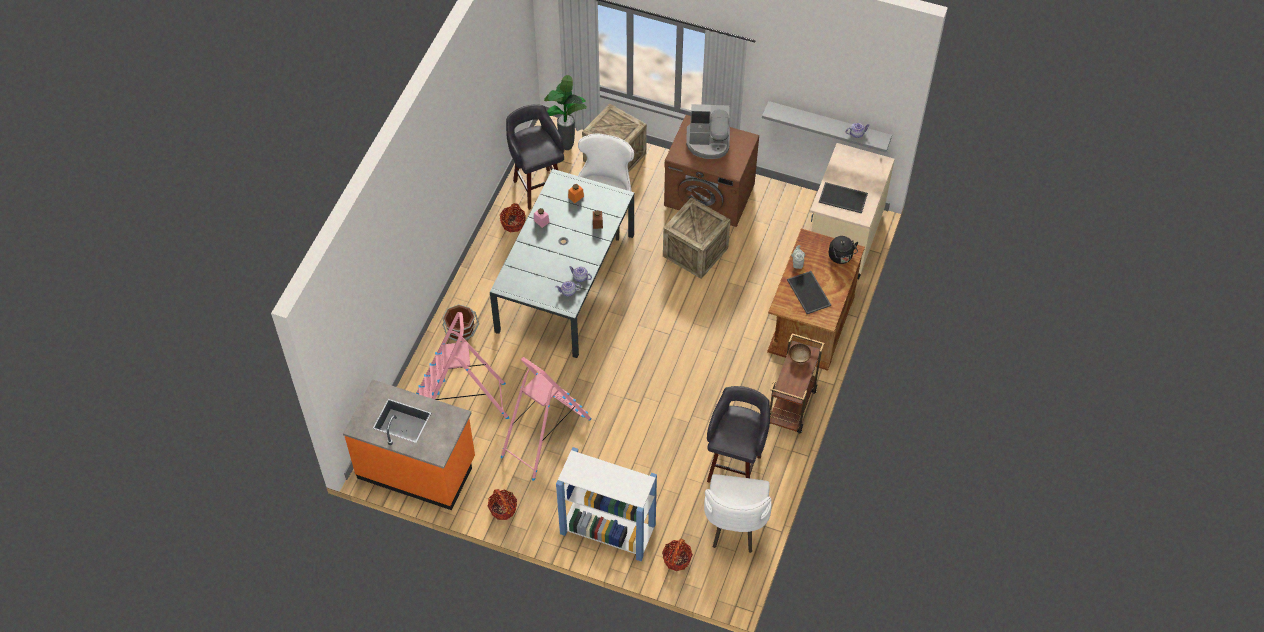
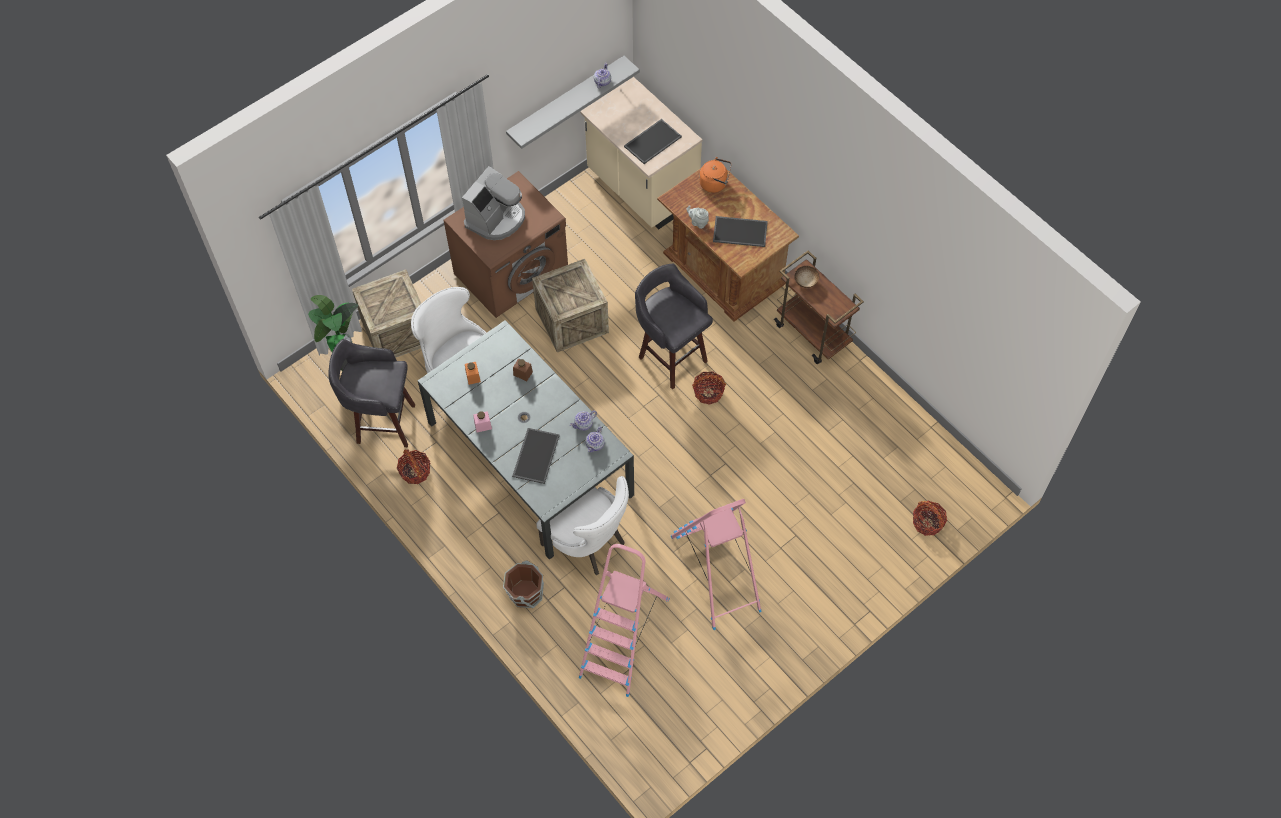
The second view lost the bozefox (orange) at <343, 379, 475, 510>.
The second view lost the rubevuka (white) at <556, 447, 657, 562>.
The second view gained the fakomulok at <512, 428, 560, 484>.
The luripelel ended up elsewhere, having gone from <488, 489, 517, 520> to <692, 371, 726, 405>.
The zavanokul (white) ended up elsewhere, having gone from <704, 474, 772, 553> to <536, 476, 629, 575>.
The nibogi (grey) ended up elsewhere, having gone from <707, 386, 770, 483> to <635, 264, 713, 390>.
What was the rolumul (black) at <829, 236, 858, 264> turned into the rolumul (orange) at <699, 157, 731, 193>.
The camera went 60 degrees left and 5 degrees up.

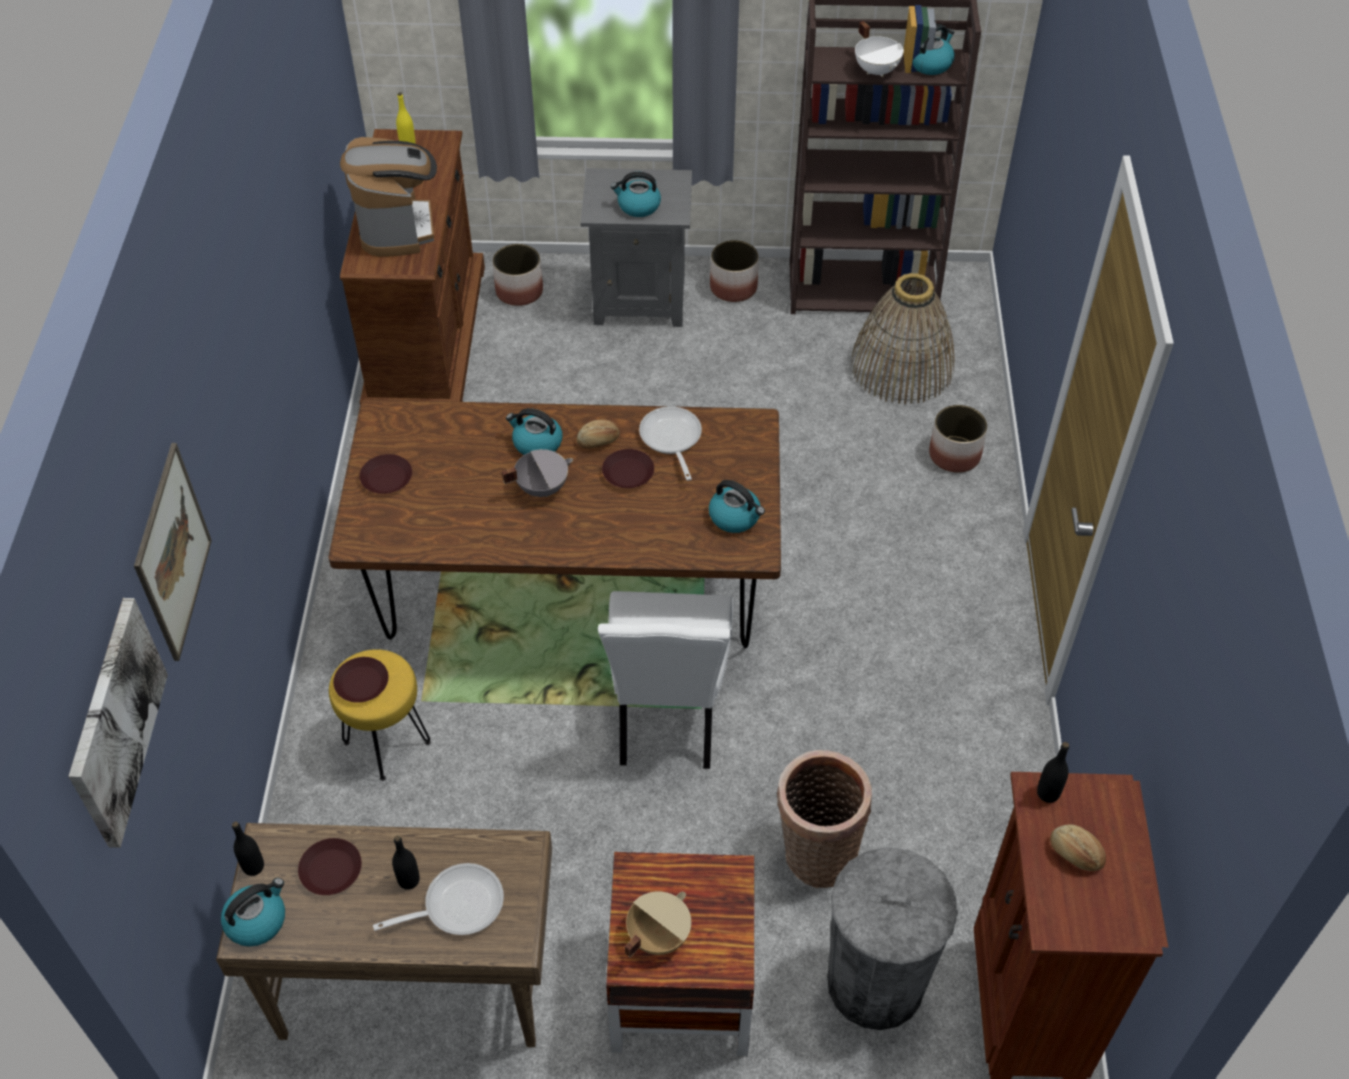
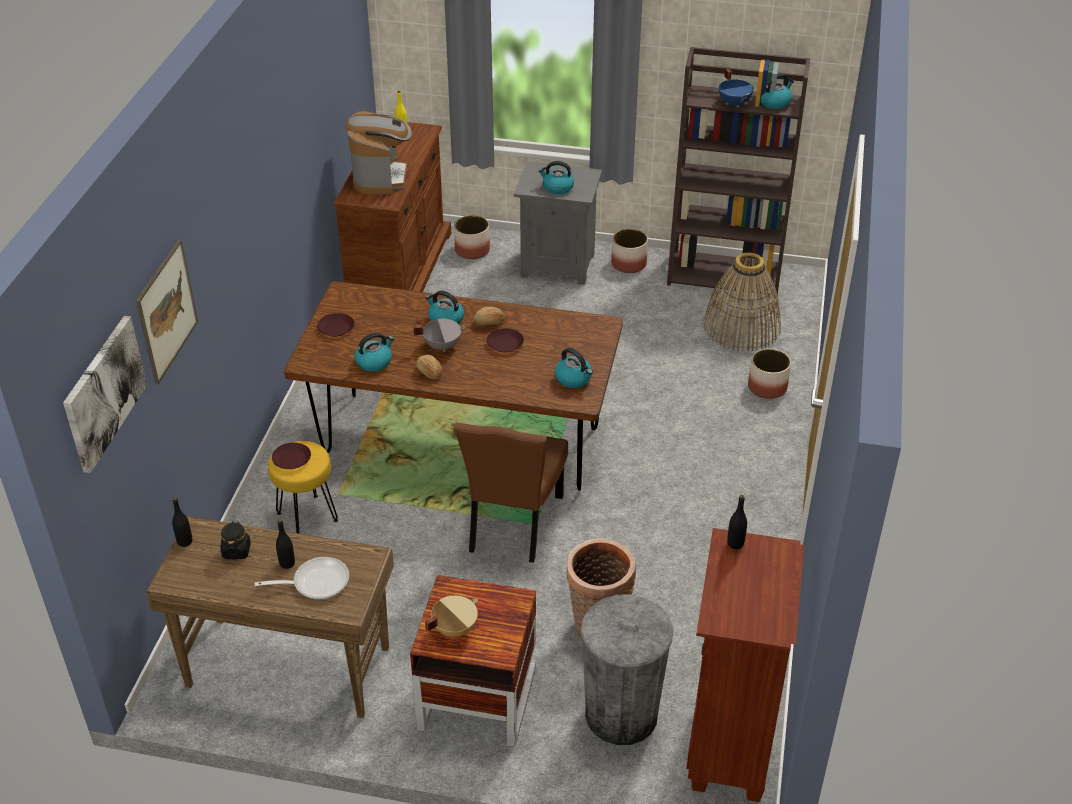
The second view lost the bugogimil at <639, 406, 702, 481>.
The rolumul ended up elsewhere, having gone from <221, 878, 285, 947> to <355, 332, 394, 372>.
The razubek ended up elsewhere, having gone from <1050, 825, 1106, 871> to <416, 355, 443, 379>.
Where the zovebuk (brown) stood at <298, 838, 362, 895>, the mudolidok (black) came to stand at <221, 522, 251, 559>.
What was the zavanokul (white) at <598, 591, 733, 769> turned into the zavanokul (brown) at <454, 423, 568, 563>.
What was the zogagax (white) at <855, 21, 904, 77> turned into the zogagax (blue) at <719, 68, 754, 107>.
The camera went 10 degrees right and 10 degrees down.

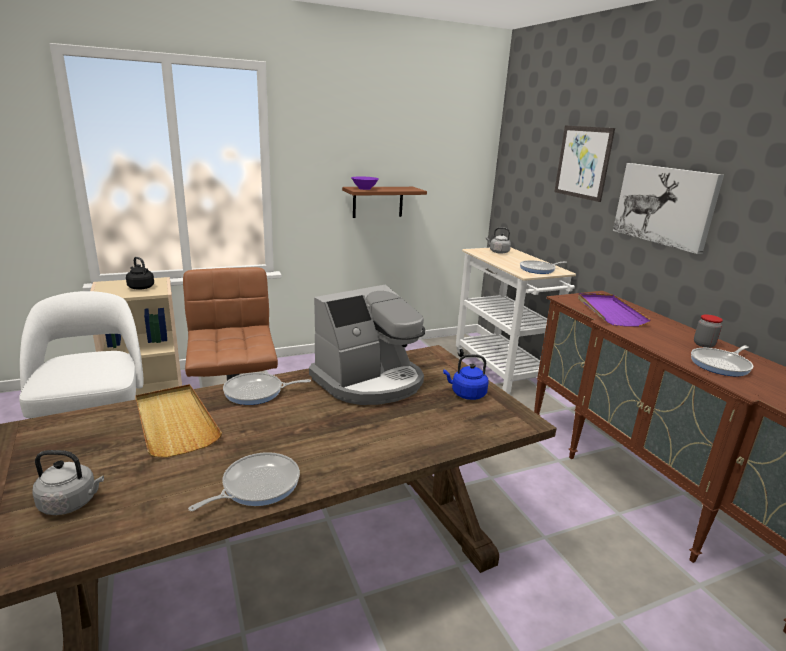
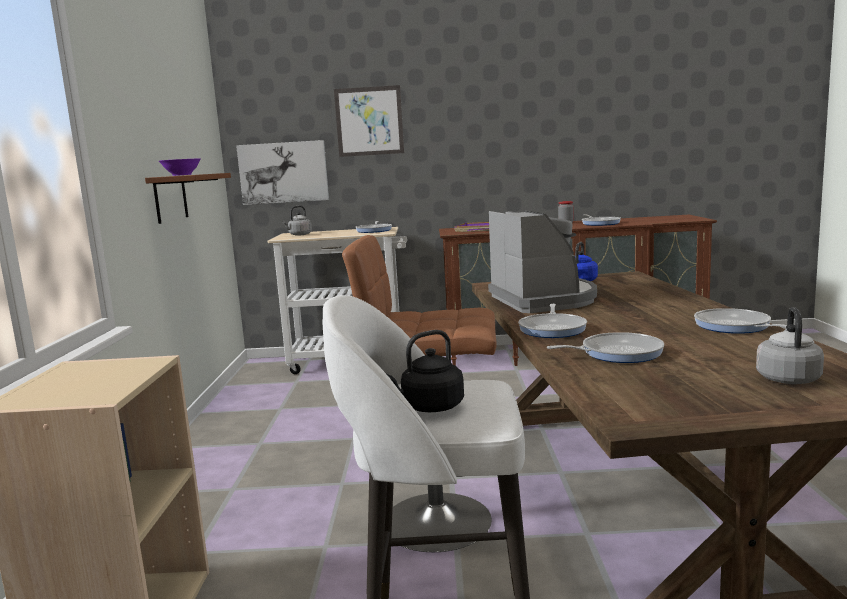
The rolumul (black) ended up elsewhere, having gone from <126, 257, 154, 290> to <387, 330, 464, 412>.
The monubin ended up elsewhere, having gone from <613, 163, 724, 254> to <236, 140, 329, 205>.
Where the fakomulok (beige) stood at <135, 384, 222, 458>, the bugogimil came to stand at <547, 332, 664, 363>.
The camera went 65 degrees left and 10 degrees down.

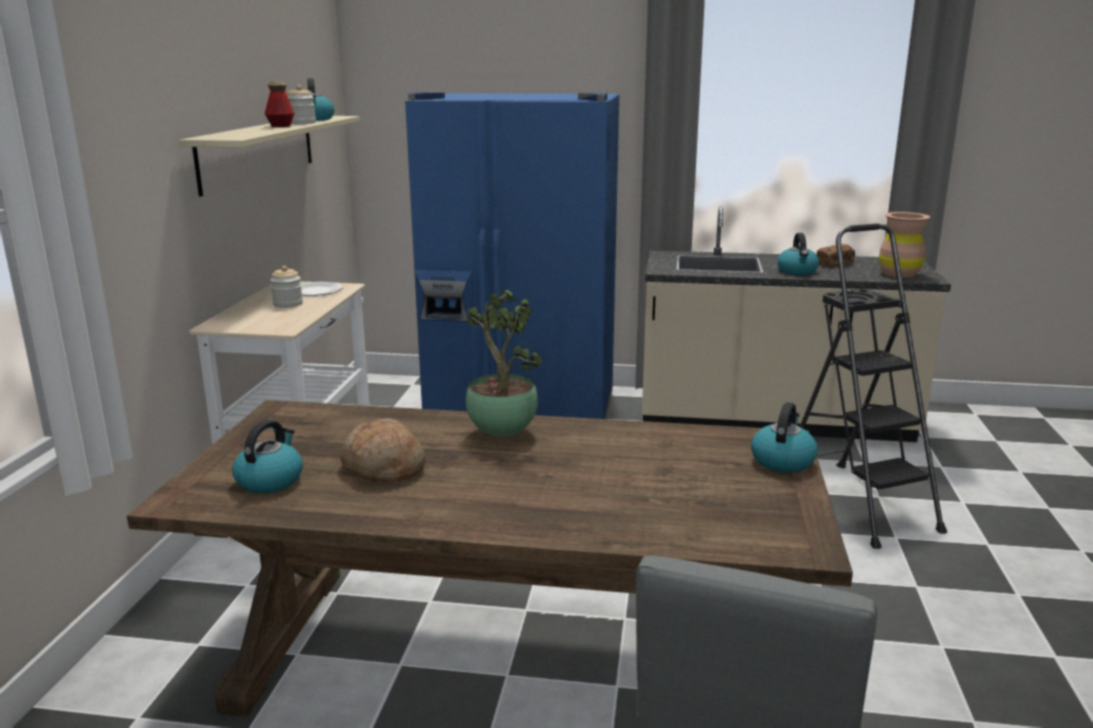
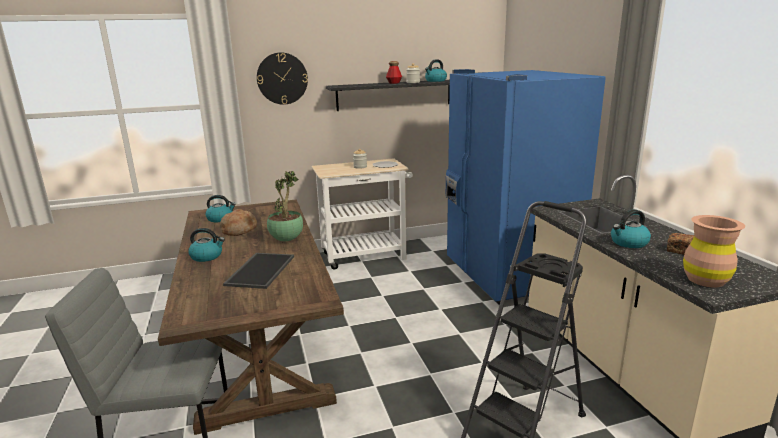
The second view gained the fakomulok at <223, 253, 294, 289>.
The second view gained the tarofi at <257, 52, 308, 105>.
The rolumul ended up elsewhere, having gone from <751, 402, 818, 473> to <188, 228, 225, 262>.
What was the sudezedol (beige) at <180, 116, 360, 196> turned into the sudezedol (black) at <326, 80, 450, 111>.
The camera went 65 degrees right and 0 degrees up.

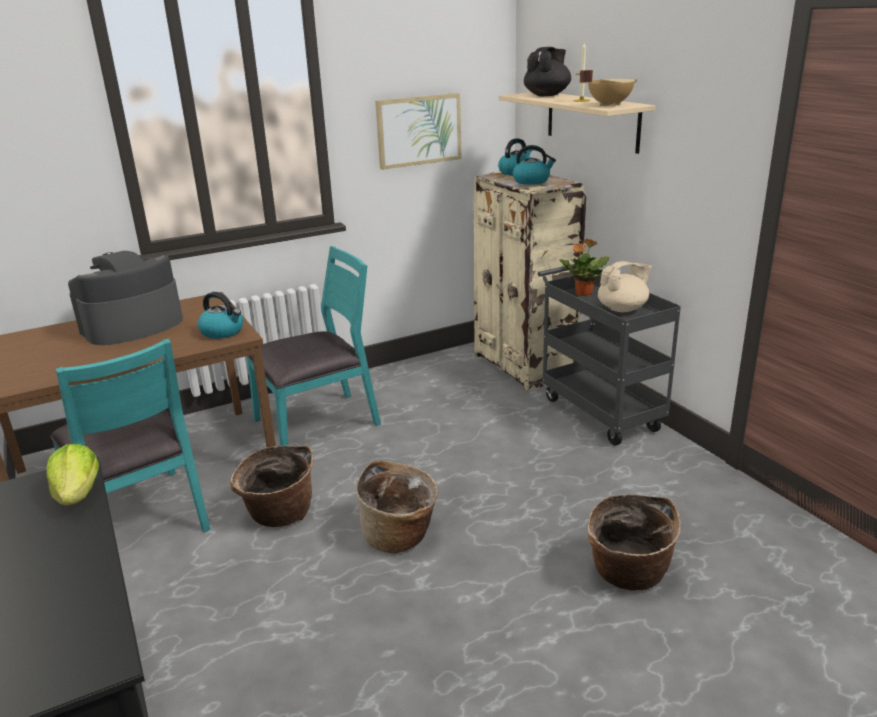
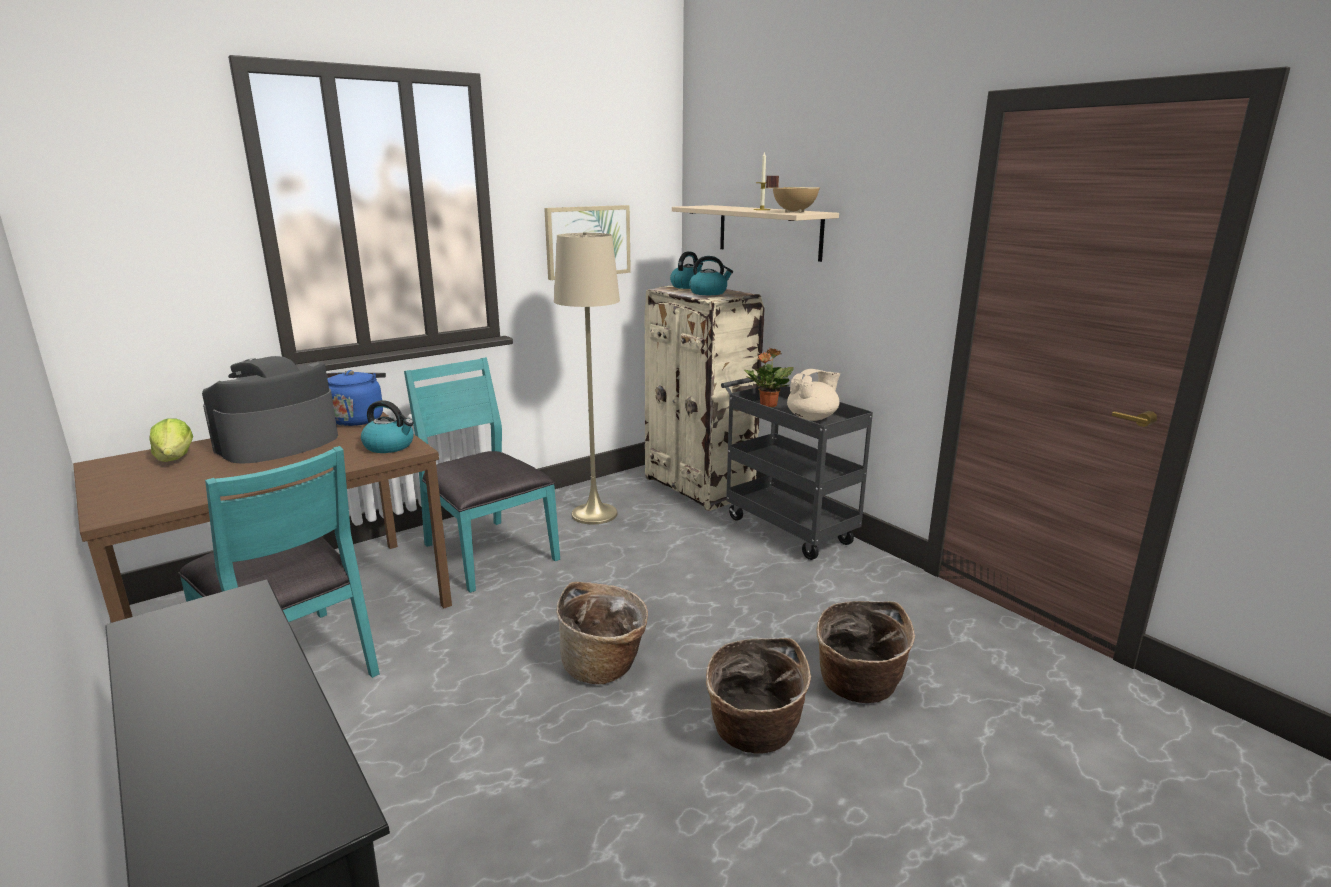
The second view lost the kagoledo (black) at <524, 47, 571, 96>.
The second view gained the rolumul (blue) at <327, 370, 386, 426>.
The second view gained the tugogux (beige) at <554, 232, 620, 524>.
The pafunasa ended up elsewhere, having gone from <47, 444, 99, 506> to <150, 418, 193, 462>.
The luripelel ended up elsewhere, having gone from <230, 446, 313, 527> to <706, 638, 811, 753>.
The zavanokul (turquoise) at <247, 246, 381, 446> ended up facing another way, 90 degrees counterclockwise from before.
The camera went 10 degrees left and 5 degrees down.

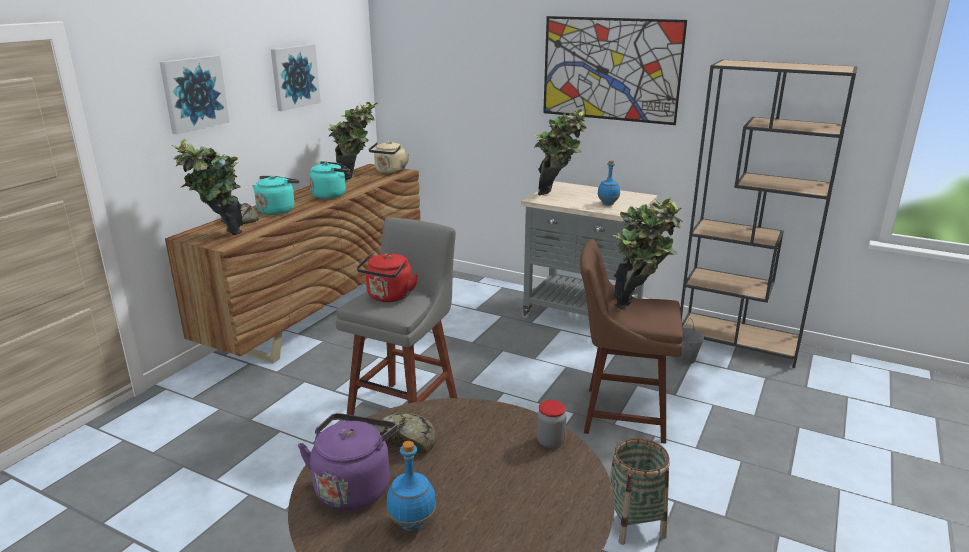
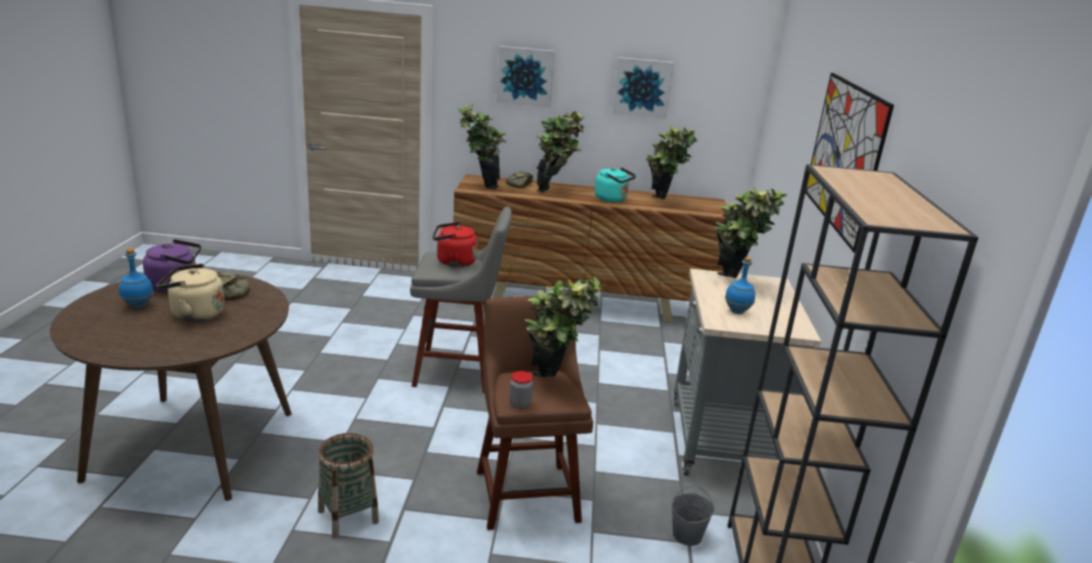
The rolumul (beige) ended up elsewhere, having gone from <369, 141, 410, 173> to <156, 264, 225, 322>.
The mudolidok ended up elsewhere, having gone from <537, 400, 566, 448> to <509, 371, 533, 409>.
Where the rolumul (turquoise) stood at <253, 176, 300, 215>, the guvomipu came to stand at <536, 111, 586, 193>.
The camera went 65 degrees right and 0 degrees up.

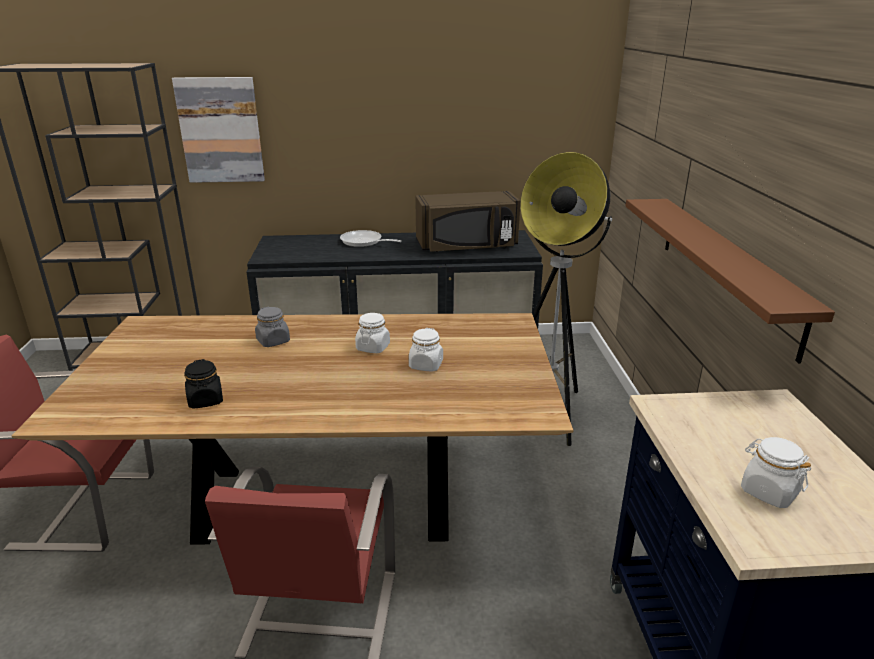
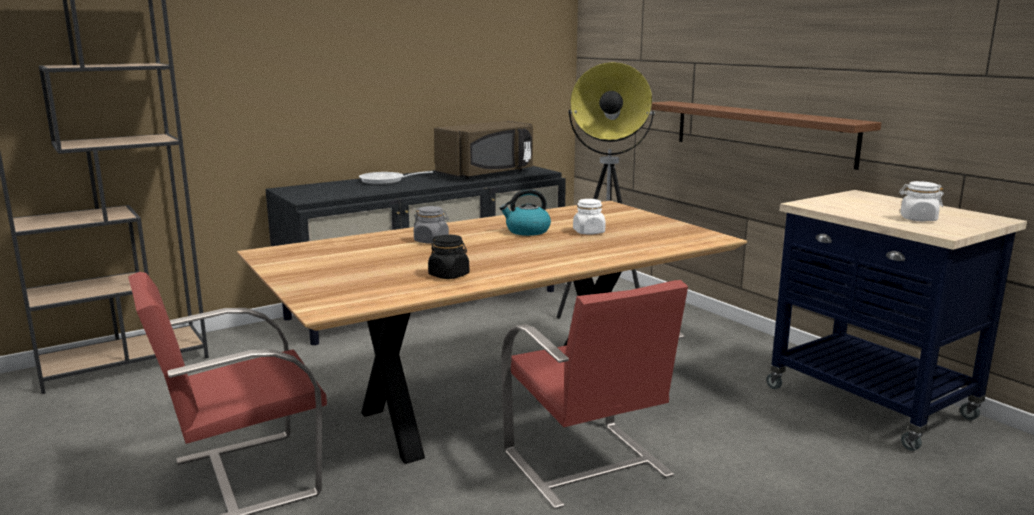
The second view lost the monubin at <172, 77, 265, 183>.
Where the mudolidok (white) stood at <355, 313, 390, 353>, the rolumul came to stand at <499, 189, 551, 236>.
The camera went 30 degrees left and 10 degrees down.

